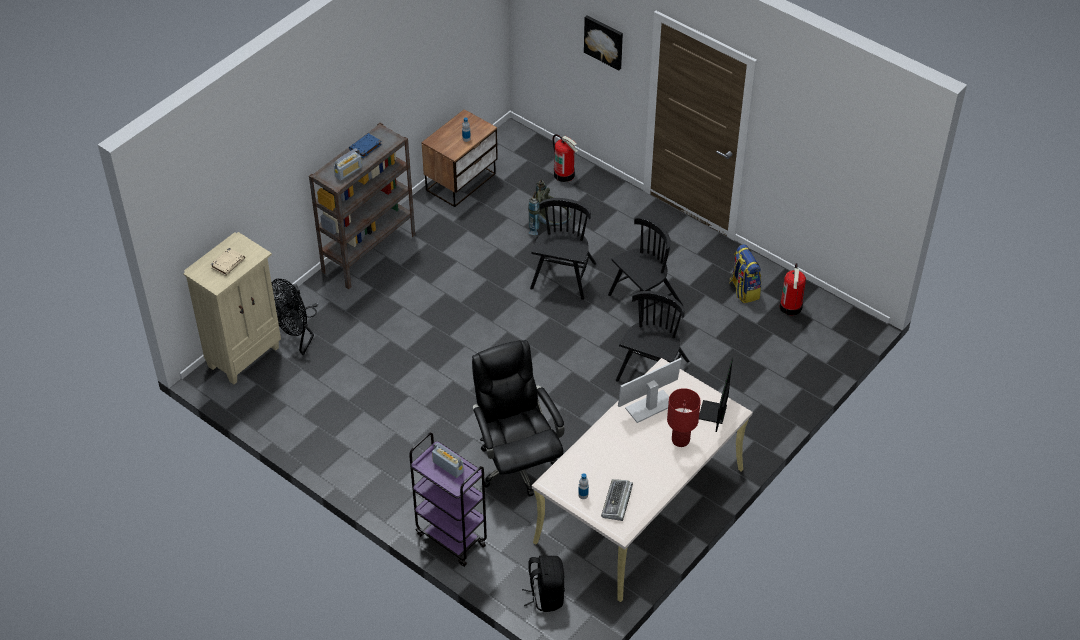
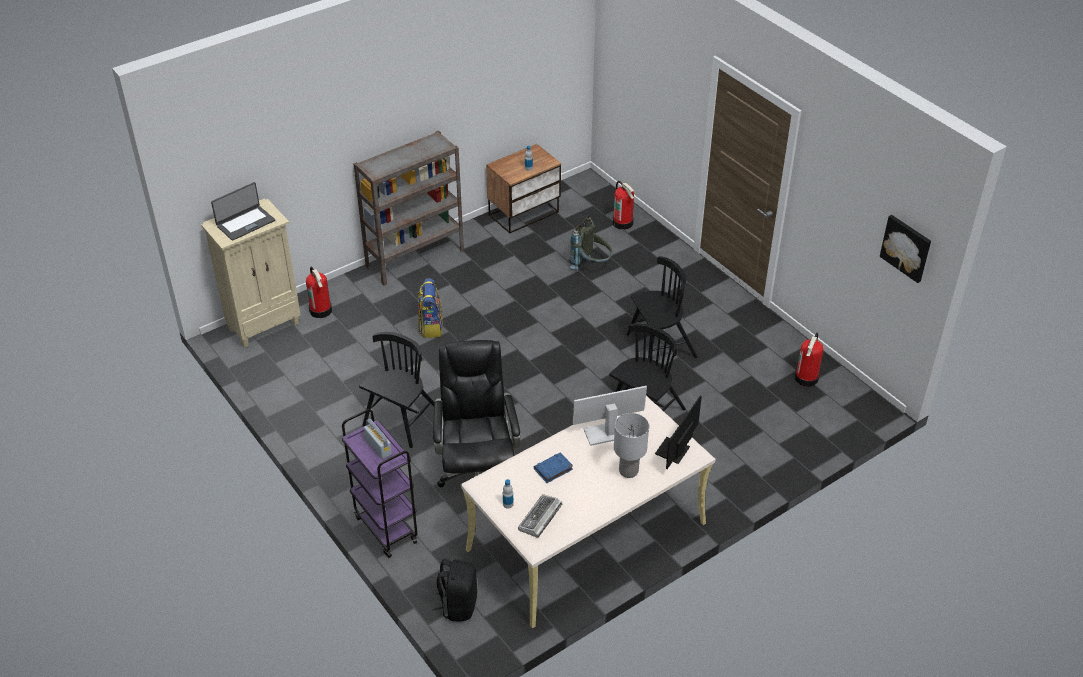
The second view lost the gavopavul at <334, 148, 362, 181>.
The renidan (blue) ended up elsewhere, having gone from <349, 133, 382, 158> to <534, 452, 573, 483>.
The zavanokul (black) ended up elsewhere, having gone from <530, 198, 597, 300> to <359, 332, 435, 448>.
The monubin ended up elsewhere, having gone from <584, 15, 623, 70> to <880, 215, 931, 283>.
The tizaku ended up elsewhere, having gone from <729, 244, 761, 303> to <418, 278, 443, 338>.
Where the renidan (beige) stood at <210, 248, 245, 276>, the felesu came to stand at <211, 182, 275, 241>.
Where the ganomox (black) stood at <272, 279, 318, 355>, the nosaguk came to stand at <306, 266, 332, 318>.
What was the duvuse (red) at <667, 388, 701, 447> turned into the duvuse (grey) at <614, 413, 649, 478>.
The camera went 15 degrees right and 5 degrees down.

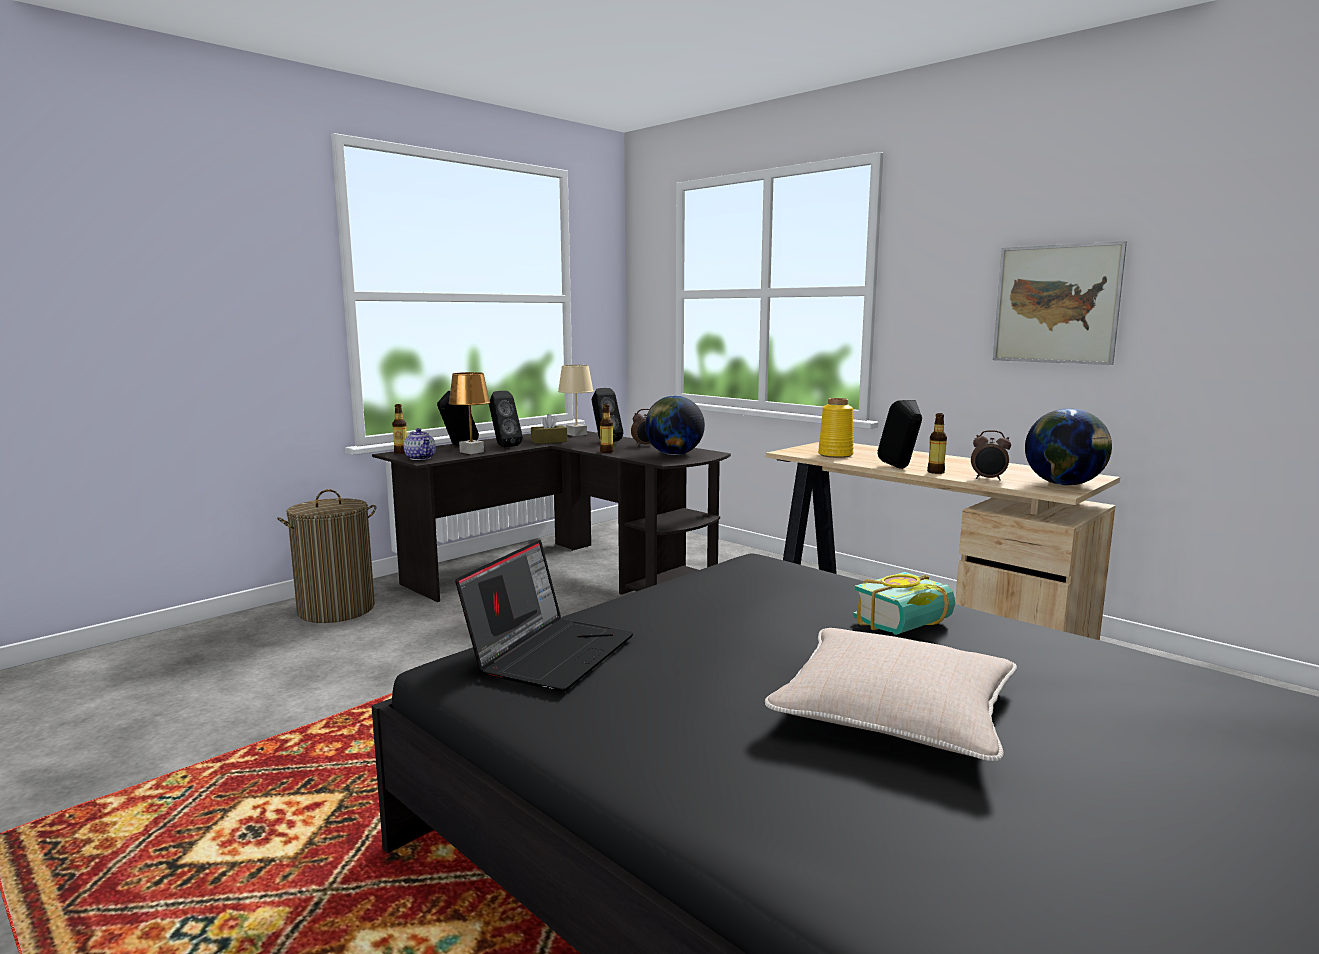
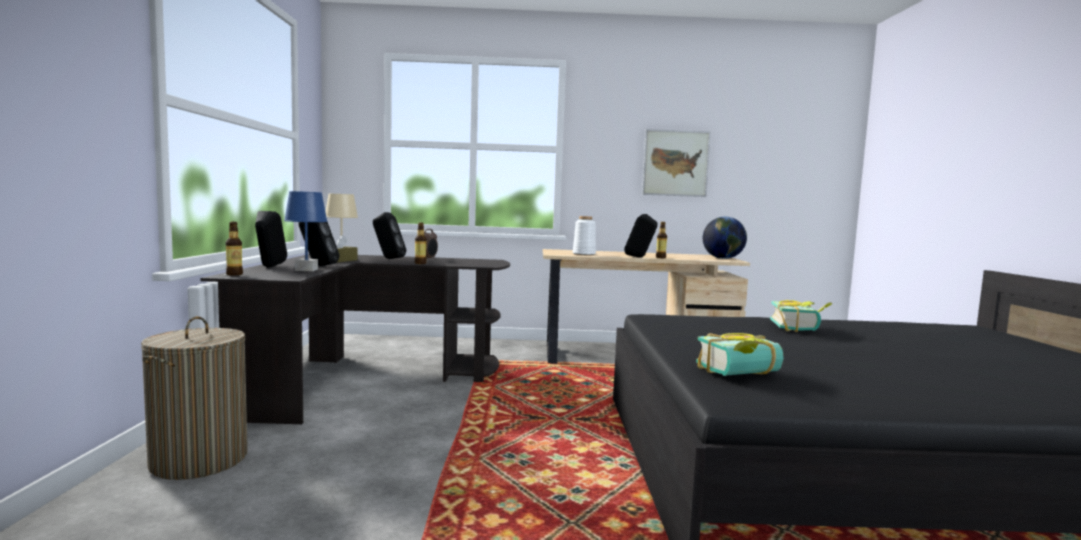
The second view lost the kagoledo at <404, 428, 436, 460>.
The second view lost the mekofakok at <645, 396, 705, 455>.
The second view lost the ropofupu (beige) at <765, 628, 1017, 761>.
The second view lost the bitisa at <971, 430, 1011, 481>.
Where the felesu stood at <455, 540, 634, 692>, the renidan came to stand at <696, 333, 783, 376>.
What was the duvuse (brown) at <449, 372, 490, 454> turned into the duvuse (blue) at <284, 191, 328, 271>.
What was the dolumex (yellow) at <818, 398, 854, 458> turned into the dolumex (white) at <573, 216, 596, 255>.
The camera went 45 degrees left and 5 degrees down.

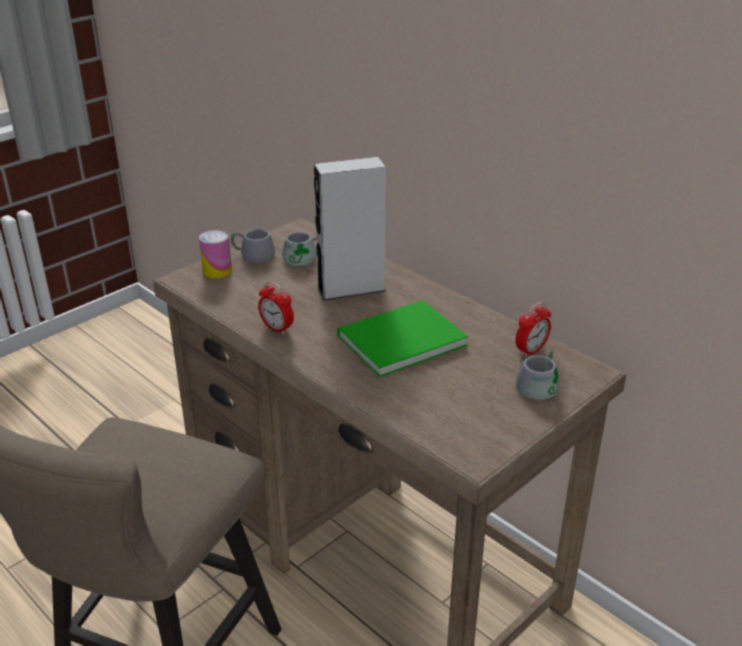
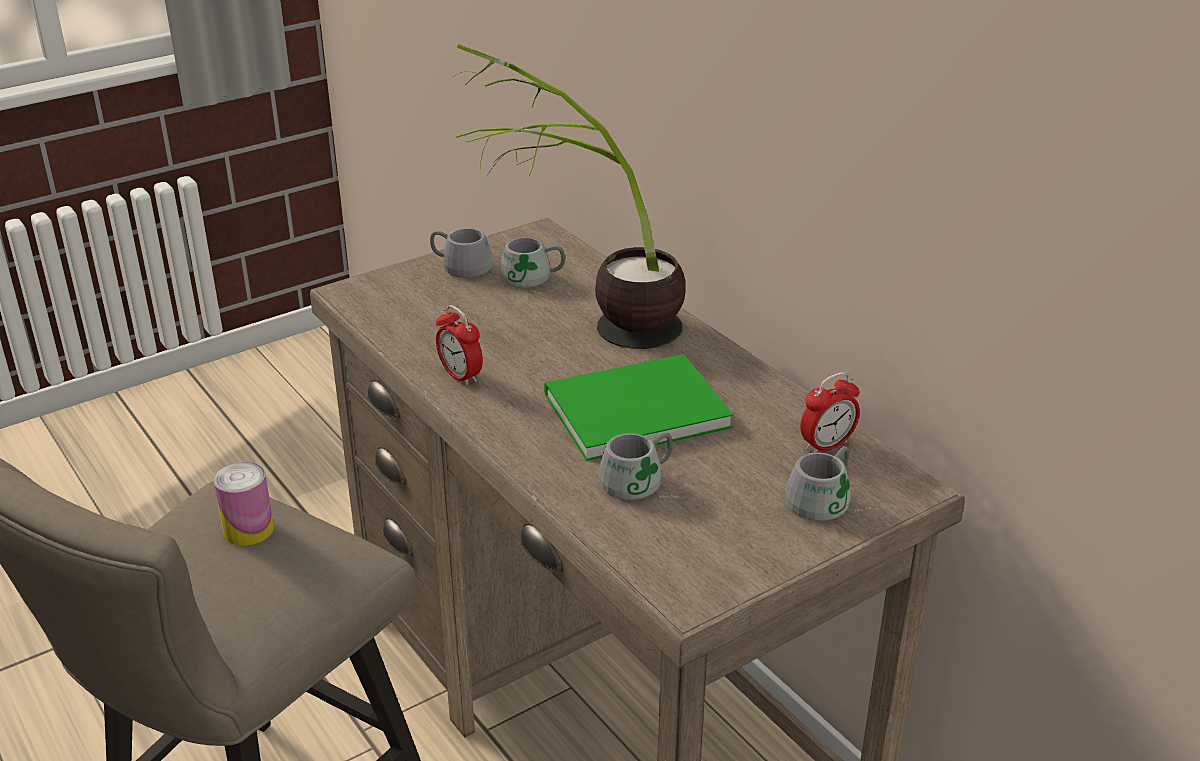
The second view gained the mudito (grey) at <598, 433, 678, 500>.
The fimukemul ended up elsewhere, having gone from <199, 230, 232, 278> to <213, 462, 274, 546>.
Where the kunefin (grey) stood at <314, 157, 386, 300>, the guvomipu came to stand at <452, 44, 685, 349>.
The camera went 10 degrees right and 0 degrees up.

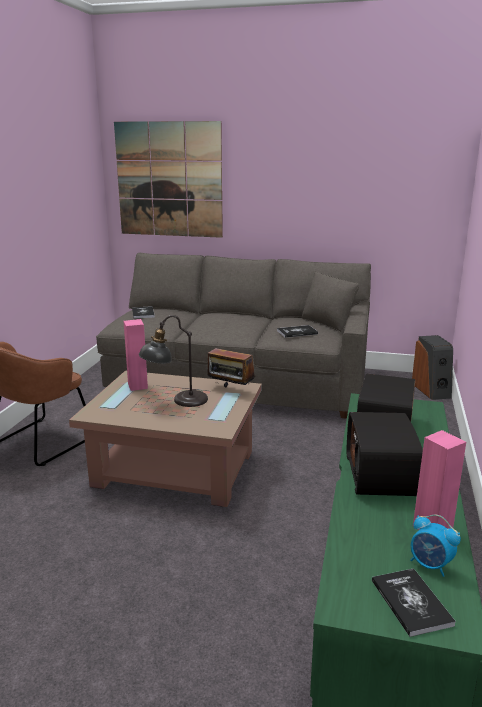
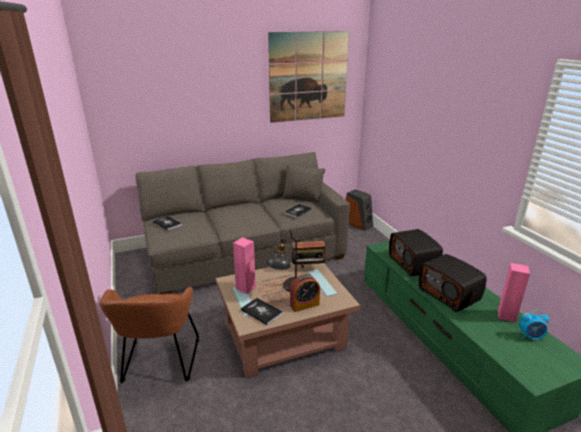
The second view gained the bitisa at <290, 274, 320, 312>.
The monubin ended up elsewhere, having gone from <114, 121, 223, 238> to <268, 31, 349, 123>.
The renidan ended up elsewhere, having gone from <372, 568, 456, 637> to <241, 298, 283, 325>.
The camera went 35 degrees left and 5 degrees up.

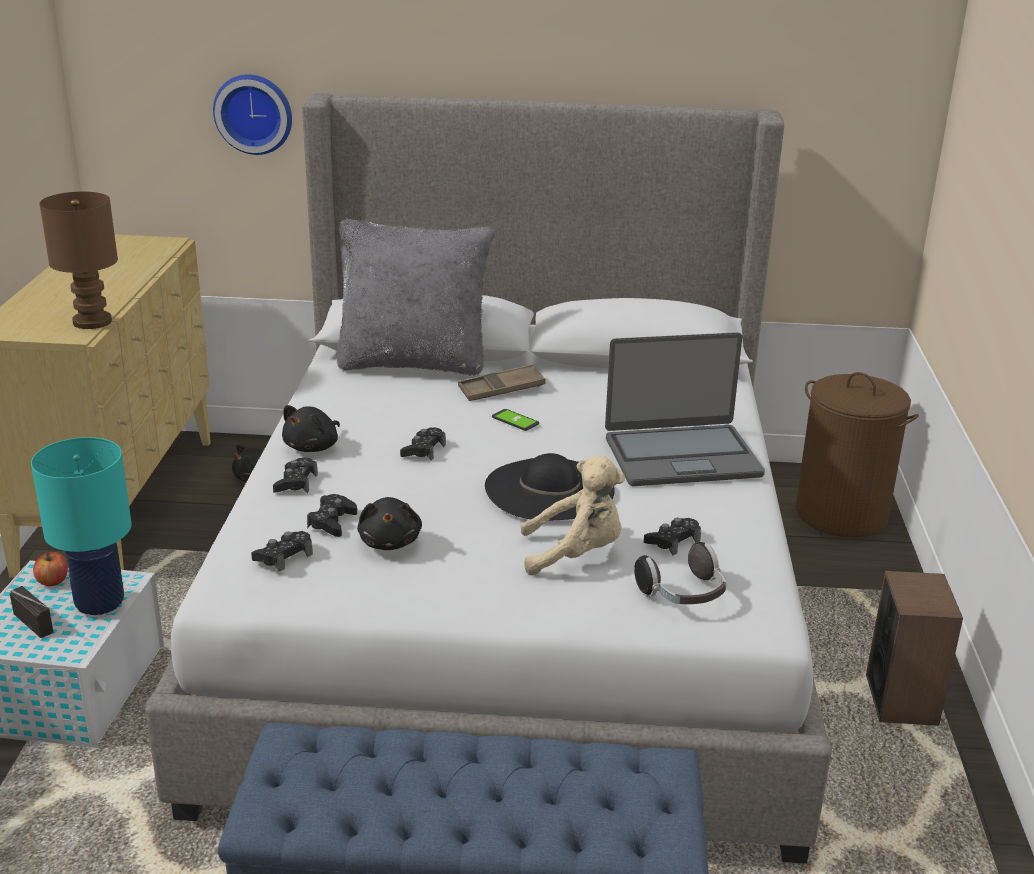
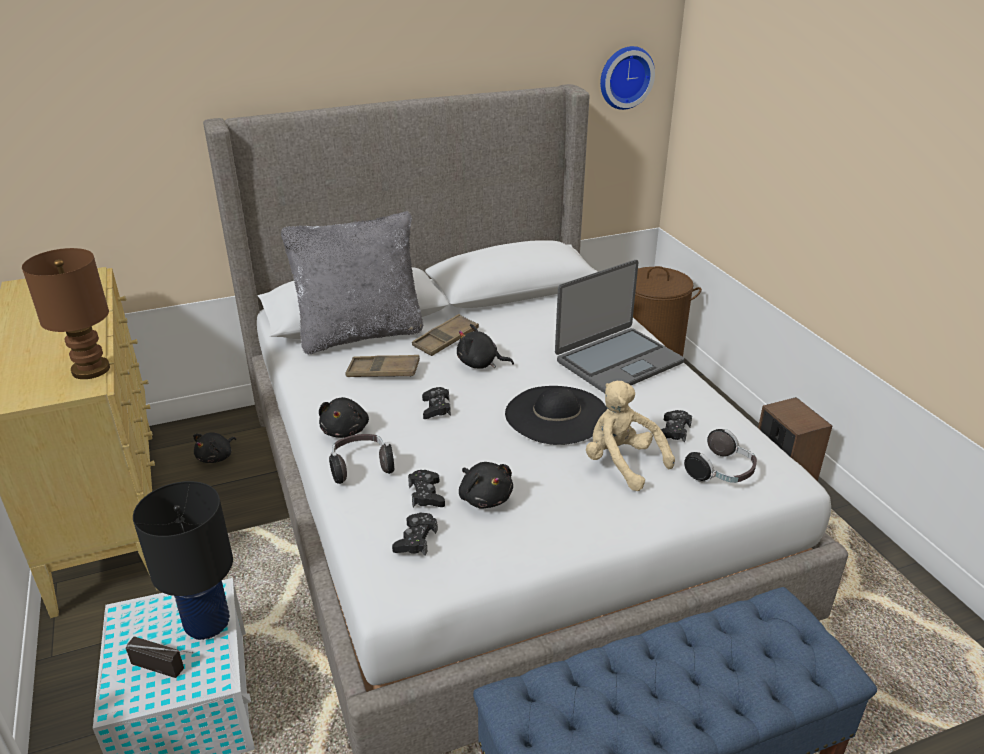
The second view lost the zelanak at <33, 552, 68, 586>.
The second view gained the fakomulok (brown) at <345, 355, 420, 377>.
The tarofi ended up elsewhere, having gone from <213, 74, 292, 155> to <600, 46, 655, 110>.
Where the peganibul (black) stood at <273, 458, 318, 493>, the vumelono came to stand at <329, 434, 394, 484>.
Where the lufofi stood at <492, 409, 539, 431>, the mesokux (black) came to stand at <457, 324, 514, 369>.
What was the duvuse (turquoise) at <31, 437, 132, 615> turned into the duvuse (black) at <133, 481, 233, 640>.
The mesokux (beige) at <521, 456, 625, 576> ended up facing another way, 105 degrees counterclockwise from before.
The camera went 25 degrees left and 5 degrees up.

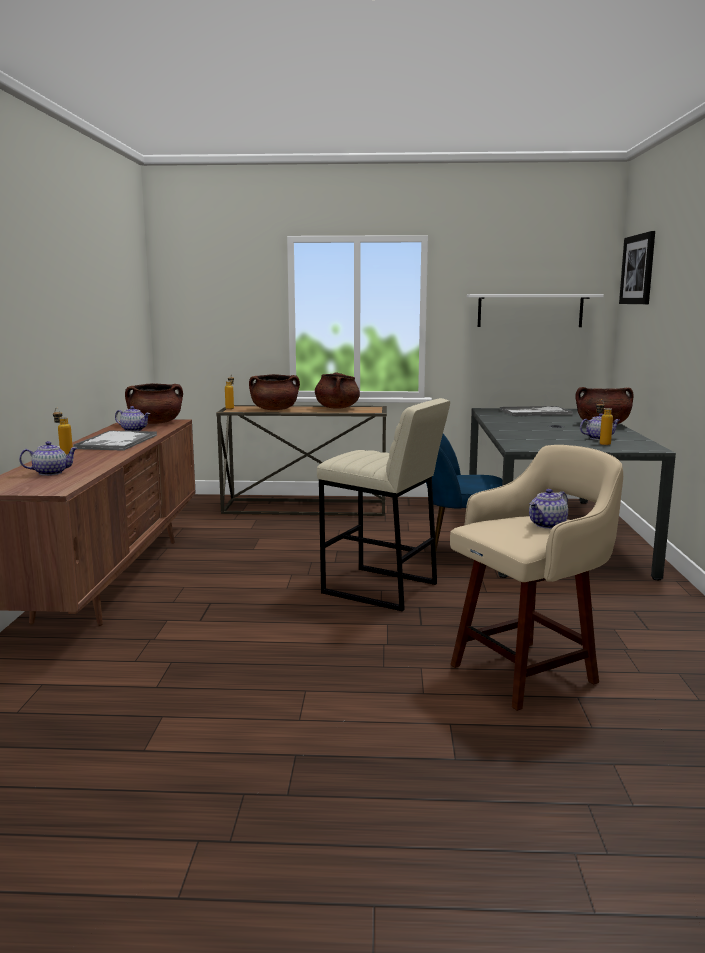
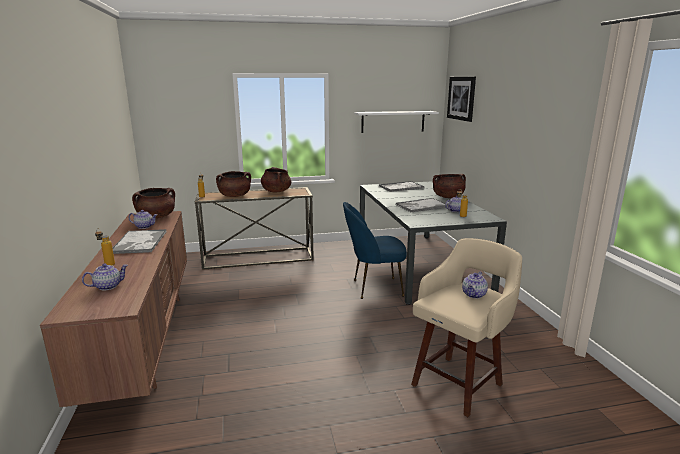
The second view lost the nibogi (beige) at <317, 398, 450, 611>.
The second view gained the fakomulok at <396, 198, 448, 212>.
The camera went 15 degrees left and 5 degrees up.

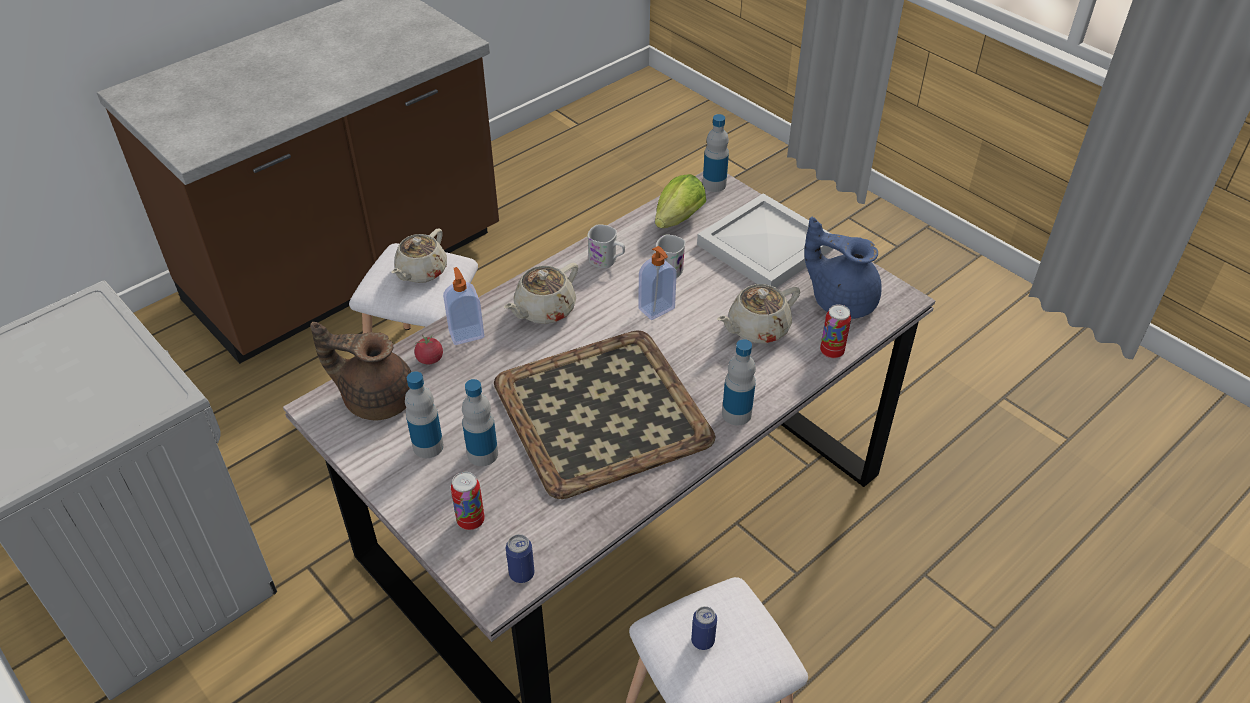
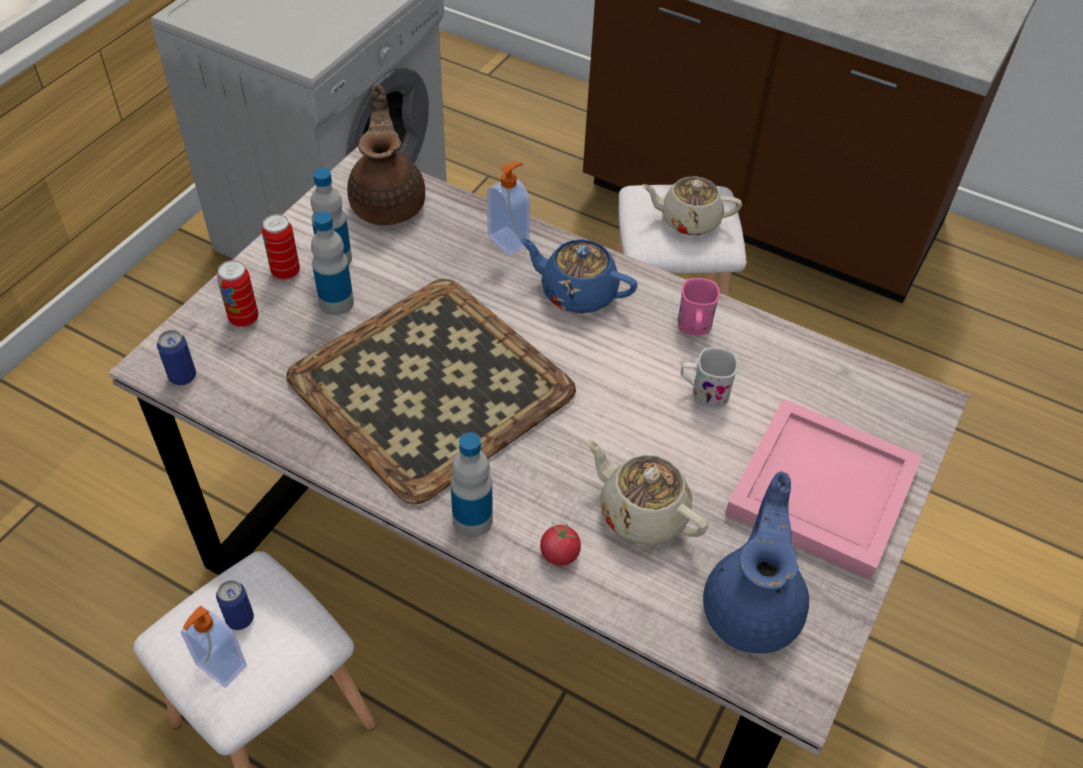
The second view lost the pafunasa at <655, 174, 706, 228>.
The second view lost the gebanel at <703, 114, 729, 192>.
The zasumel ended up elsewhere, having gone from <415, 334, 443, 365> to <540, 522, 581, 566>.
The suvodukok ended up elsewhere, having gone from <638, 246, 677, 320> to <181, 606, 247, 688>.
The fimukemul ended up elsewhere, having gone from <820, 304, 851, 359> to <262, 214, 300, 280>.
What was the kagoledo (beige) at <504, 263, 578, 324> turned into the kagoledo (blue) at <520, 238, 638, 314>.
What was the mudito (white) at <587, 224, 625, 268> turned into the mudito (pink) at <677, 278, 720, 335>.
What was the fakomulok (white) at <697, 193, 833, 288> turned into the fakomulok (pink) at <725, 398, 922, 580>.
The camera went 70 degrees right and 5 degrees up.

